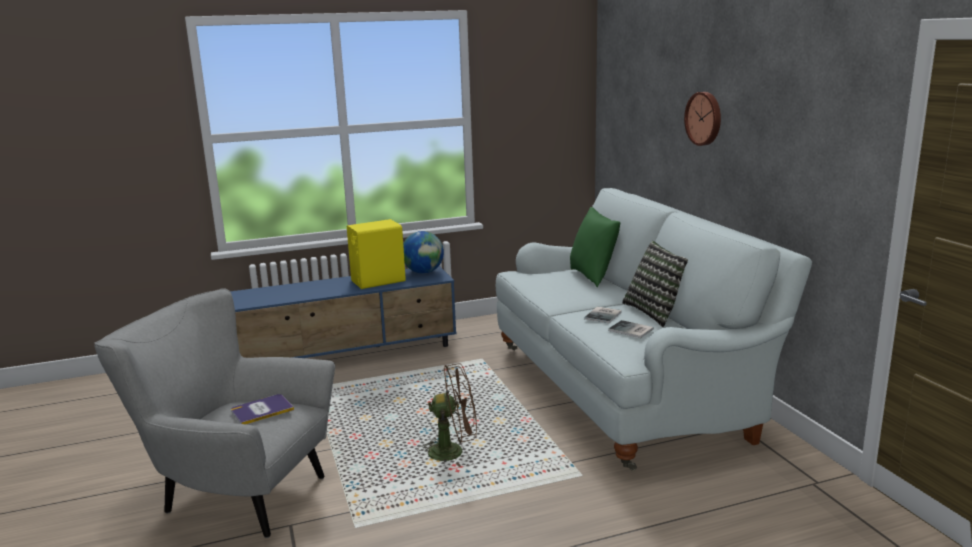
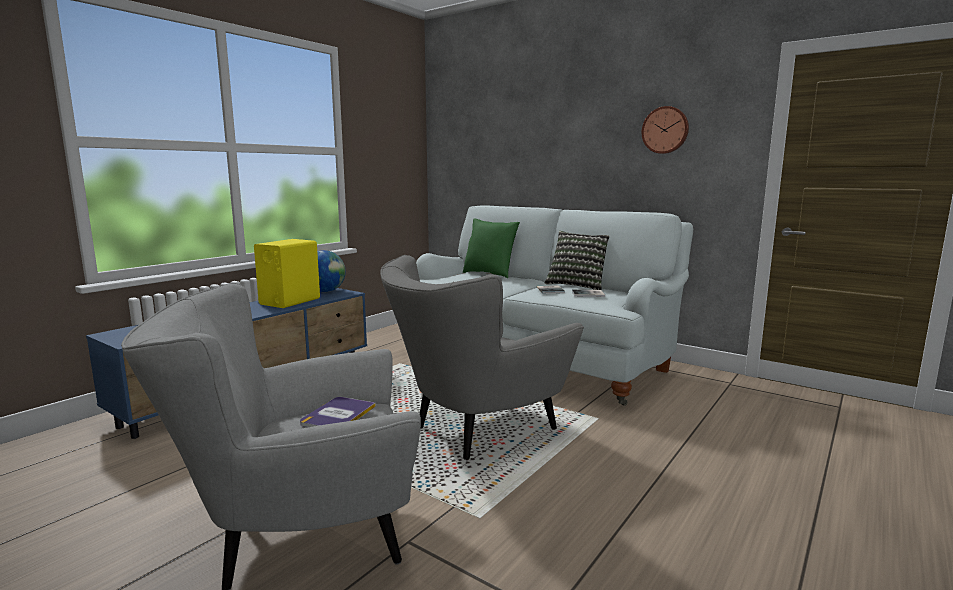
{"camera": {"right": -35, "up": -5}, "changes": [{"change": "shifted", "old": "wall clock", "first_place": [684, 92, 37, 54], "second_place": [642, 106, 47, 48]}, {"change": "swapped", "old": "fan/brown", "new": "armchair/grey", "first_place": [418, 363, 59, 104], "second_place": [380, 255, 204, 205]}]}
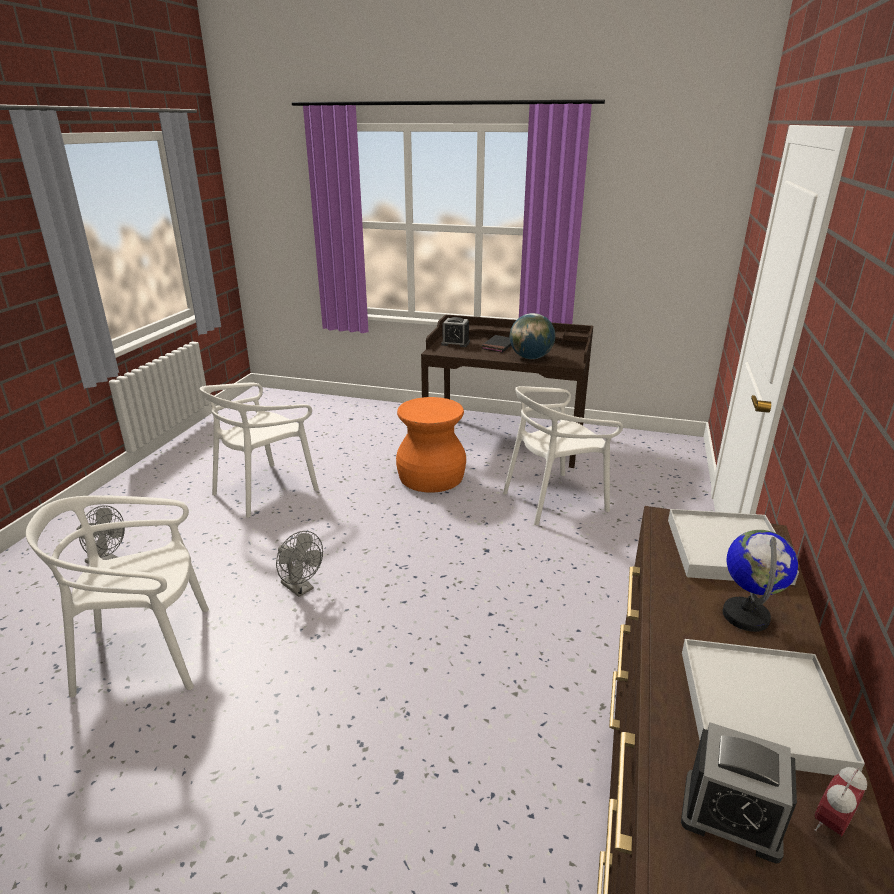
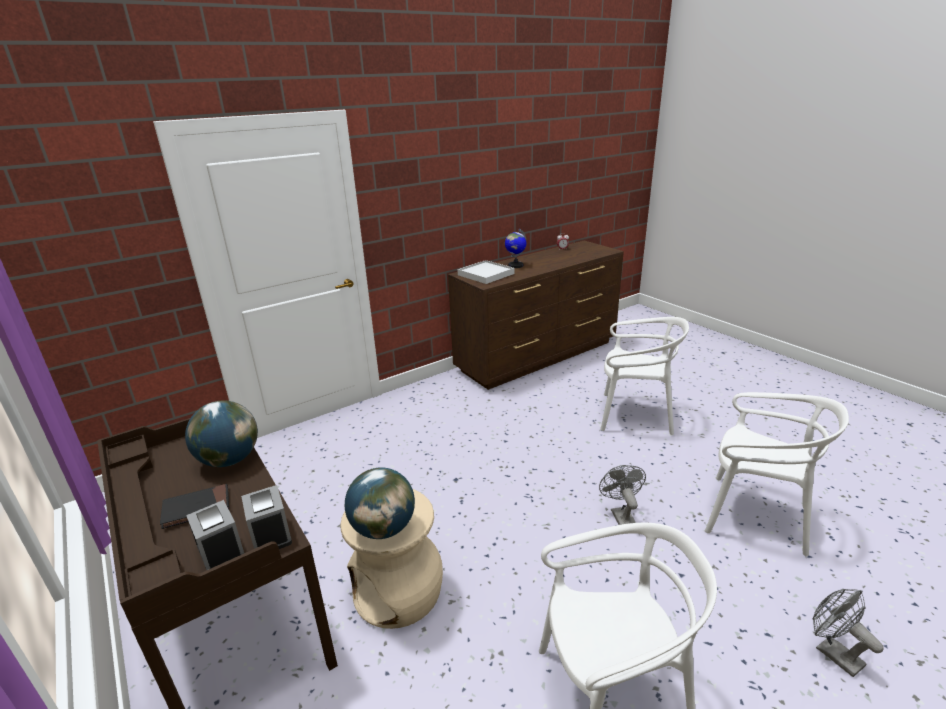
{"camera": {"right": -140, "up": 0}, "changes": [{"change": "shifted", "old": "chair/white", "first_place": [503, 386, 120, 139], "second_place": [600, 317, 89, 118]}, {"change": "repainted", "old": "stool/orange", "new": "stool/beige", "first_place": [396, 397, 70, 96], "second_place": [341, 489, 102, 140]}, {"change": "gone", "old": "tray/white", "first_place": [682, 639, 183, 137]}, {"change": "shifted", "old": "alarm clock", "first_place": [681, 722, 116, 142], "second_place": [241, 485, 51, 64]}, {"change": "new", "new": "globe", "second_place": [345, 467, 70, 72]}]}
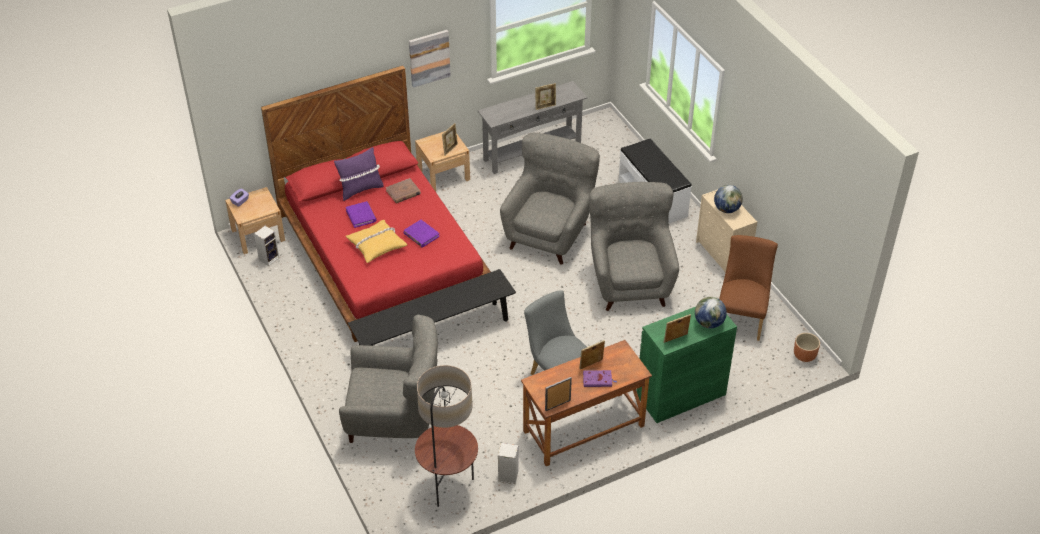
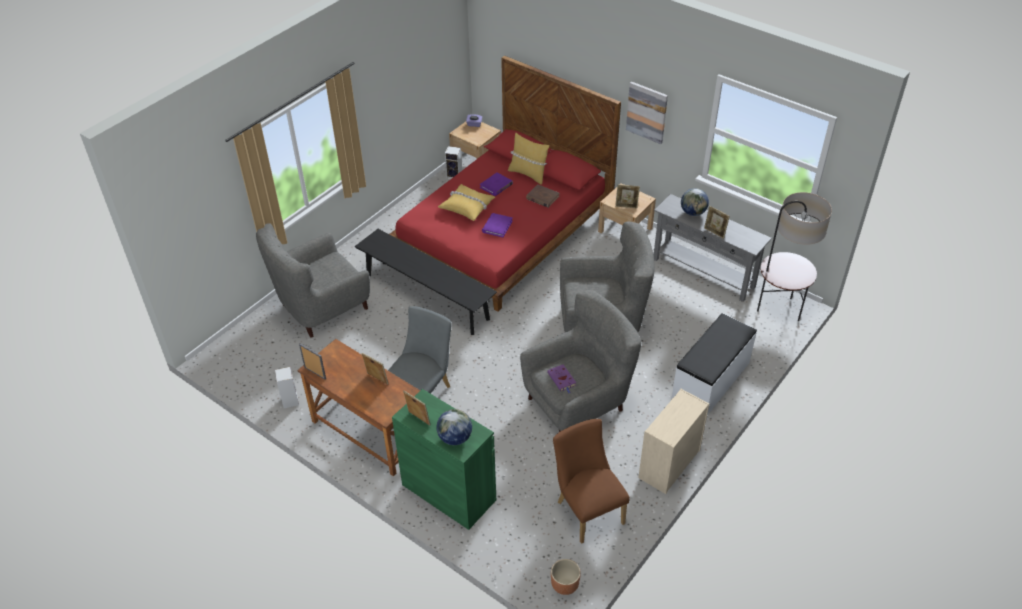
{"camera": {"right": 65, "up": 0}, "changes": [{"change": "repainted", "old": "pillow/purple", "new": "pillow/yellow", "first_place": [334, 147, 49, 54], "second_place": [508, 133, 41, 52]}, {"change": "shifted", "old": "globe", "first_place": [714, 185, 29, 28], "second_place": [681, 188, 28, 28]}, {"change": "rotated", "old": "chair/brown", "first_place": [719, 235, 59, 106], "second_place": [553, 419, 77, 125], "degrees": -105}, {"change": "rotated", "old": "armchair/grey", "first_place": [339, 315, 99, 128], "second_place": [256, 223, 114, 115], "degrees": 75}, {"change": "shifted", "old": "floor lamp", "first_place": [415, 365, 63, 142], "second_place": [757, 192, 75, 129]}, {"change": "shifted", "old": "book/purple", "first_place": [583, 370, 34, 17], "second_place": [547, 365, 29, 28]}]}
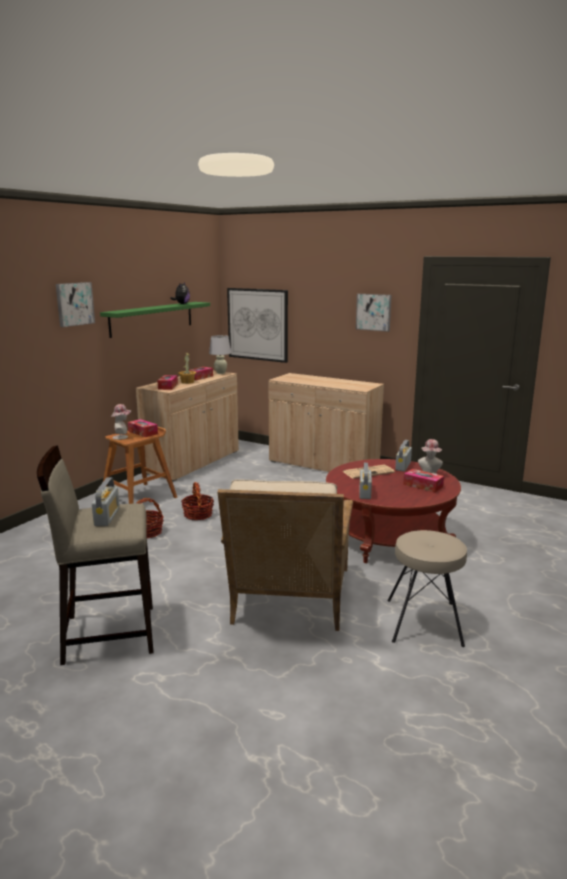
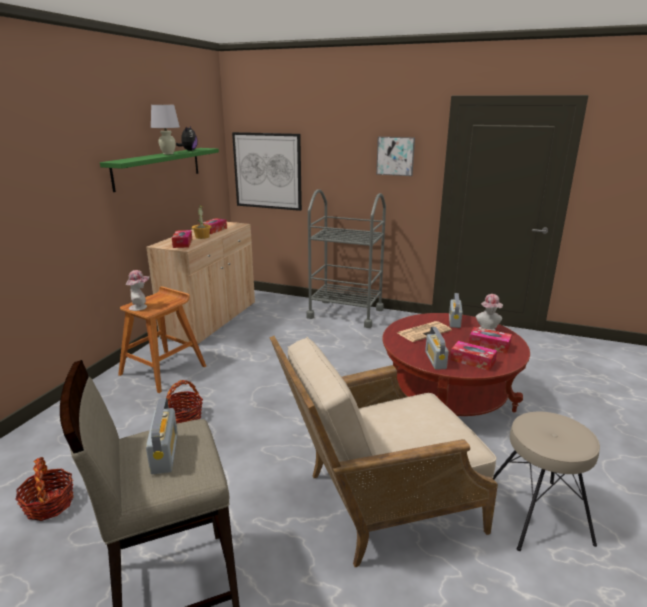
{"camera": {"right": -10, "up": 5}, "changes": [{"change": "gone", "old": "picture", "first_place": [56, 282, 39, 45]}, {"change": "shifted", "old": "table lamp/white", "first_place": [209, 335, 22, 39], "second_place": [151, 105, 29, 49]}, {"change": "swapped", "old": "cabinet/beige", "new": "cart/grey", "first_place": [268, 373, 116, 99], "second_place": [306, 189, 80, 139]}, {"change": "shifted", "old": "tissue box", "first_place": [128, 419, 30, 18], "second_place": [450, 341, 47, 30]}, {"change": "rotated", "old": "armchair/beige", "first_place": [217, 479, 136, 152], "second_place": [270, 336, 228, 231], "degrees": 75}, {"change": "shifted", "old": "basket", "first_place": [181, 482, 33, 38], "second_place": [15, 457, 59, 64]}]}
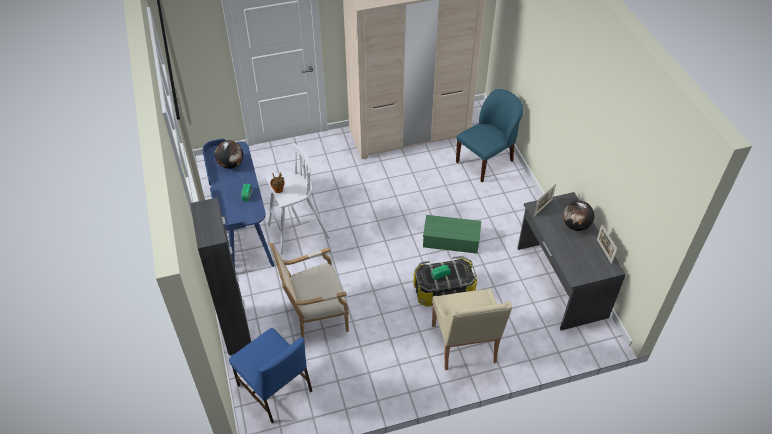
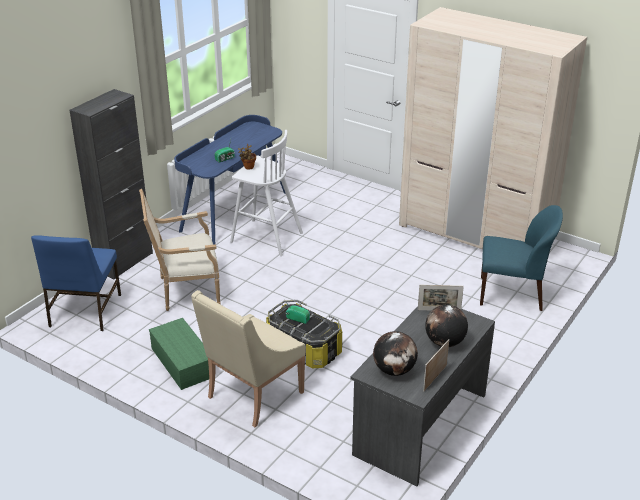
{"camera": {"right": 50, "up": -15}, "changes": [{"change": "shifted", "old": "globe", "first_place": [215, 140, 28, 29], "second_place": [373, 331, 45, 45]}, {"change": "shifted", "old": "storage box/green", "first_place": [423, 215, 58, 39], "second_place": [149, 318, 60, 72]}, {"change": "rotated", "old": "armchair", "first_place": [270, 243, 79, 96], "second_place": [139, 189, 82, 122], "degrees": -45}]}
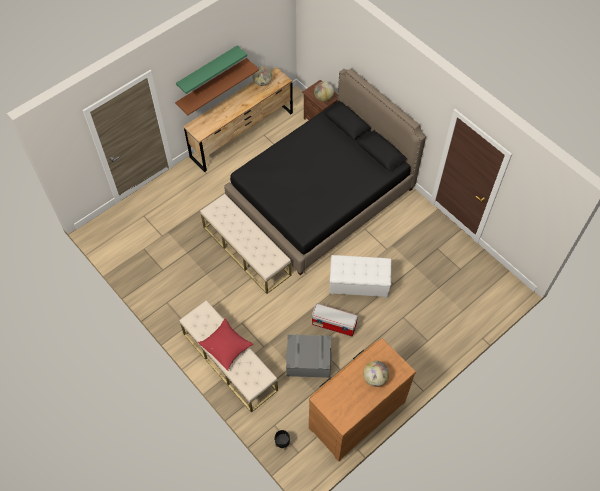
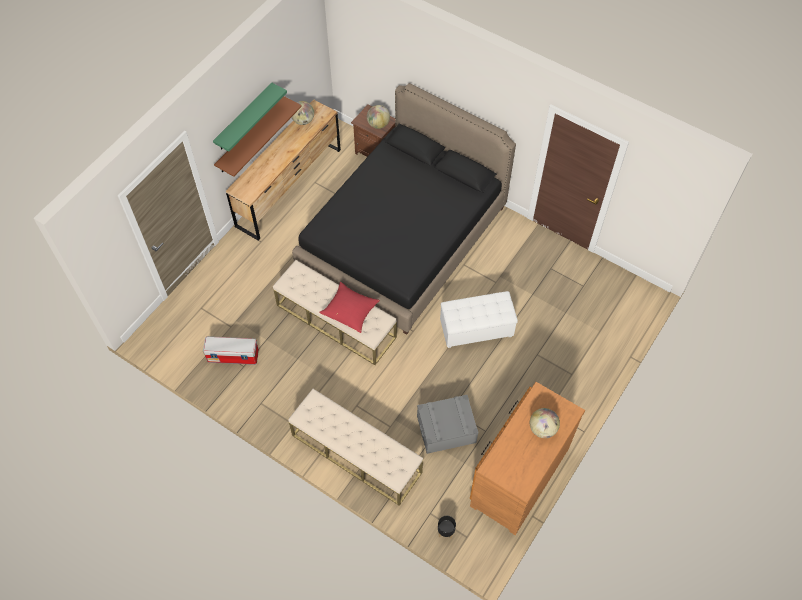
{"camera": {"right": -15, "up": 0}, "changes": [{"change": "shifted", "old": "storage box", "first_place": [312, 303, 46, 33], "second_place": [203, 336, 56, 29]}, {"change": "shifted", "old": "pillow/red", "first_place": [198, 318, 56, 53], "second_place": [319, 282, 61, 51]}]}
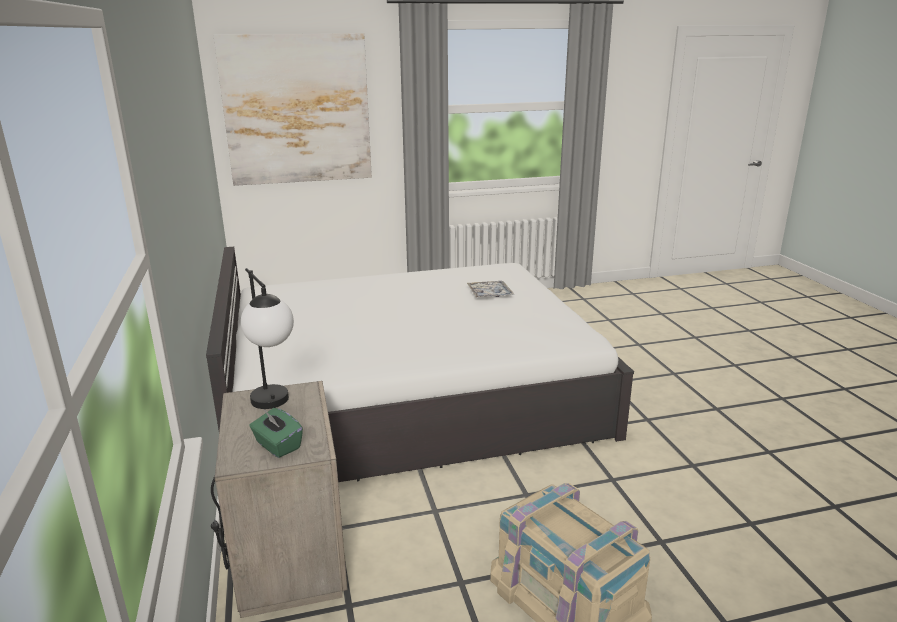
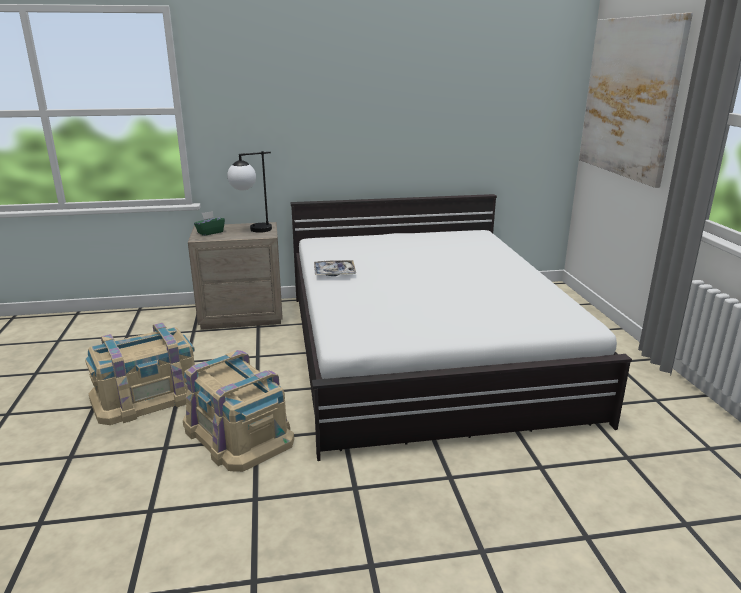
{"camera": {"right": 95, "up": 0}, "changes": [{"change": "shifted", "old": "tray", "first_place": [467, 281, 48, 17], "second_place": [314, 260, 42, 16]}, {"change": "new", "new": "storage box/beige", "second_place": [183, 350, 111, 122]}]}
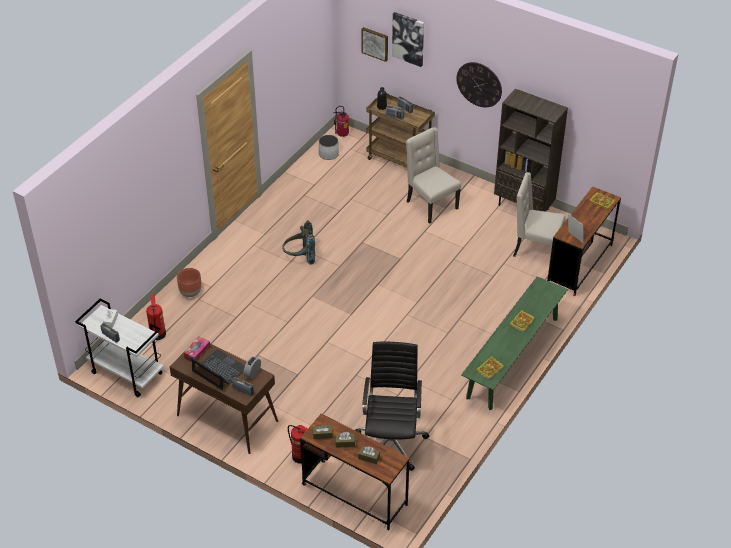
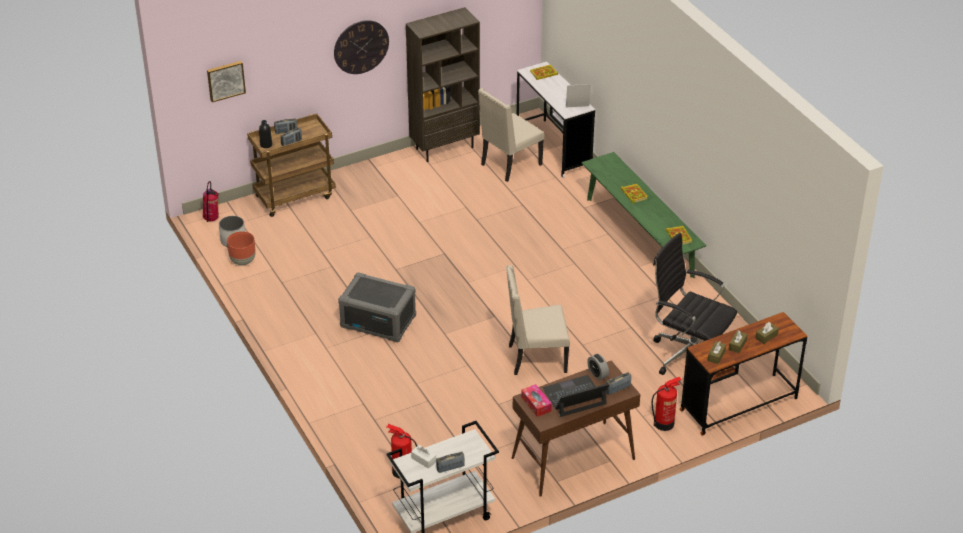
{"camera": {"right": -60, "up": -5}, "changes": [{"change": "gone", "old": "picture", "first_place": [392, 12, 32, 55]}, {"change": "shifted", "old": "chair/beige", "first_place": [406, 127, 55, 97], "second_place": [506, 265, 64, 110]}, {"change": "repainted", "old": "desk/brown", "new": "desk/white", "first_place": [547, 186, 74, 111], "second_place": [517, 62, 78, 116]}, {"change": "swapped", "old": "backpack/grey", "new": "storage box/grey", "first_place": [282, 220, 33, 45], "second_place": [338, 272, 78, 70]}, {"change": "shifted", "old": "planter/brown", "first_place": [177, 268, 25, 29], "second_place": [227, 231, 29, 34]}]}
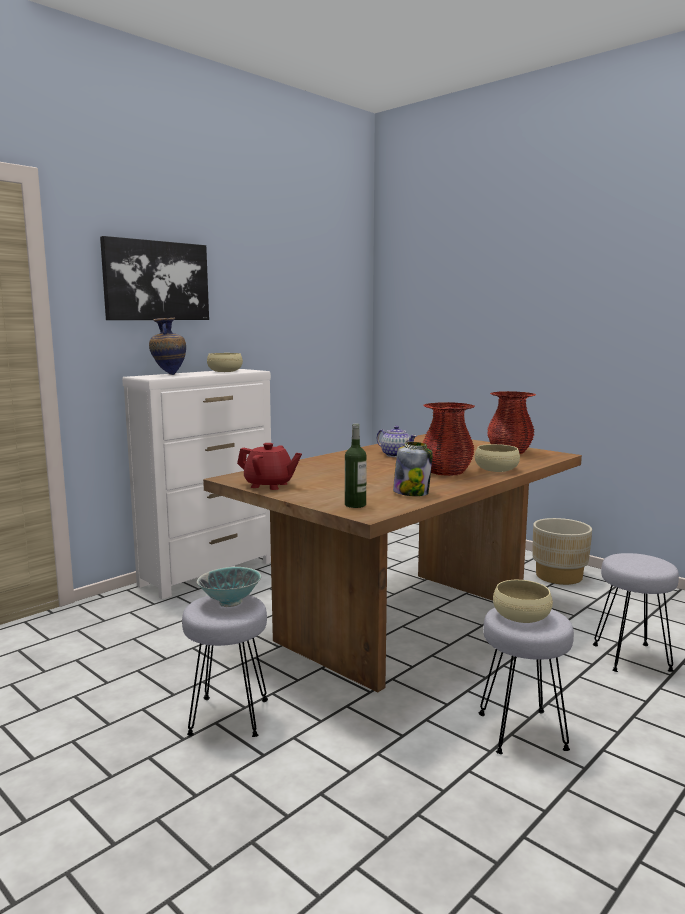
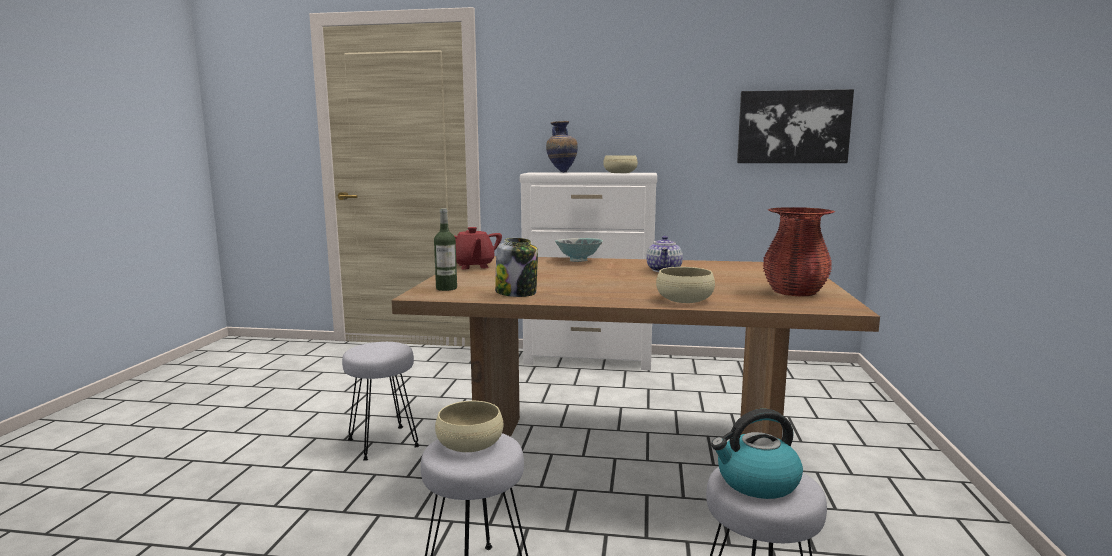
{"camera": {"right": 55, "up": 0}, "changes": [{"change": "shifted", "old": "picture", "first_place": [100, 236, 109, 84], "second_place": [737, 89, 117, 74]}, {"change": "gone", "old": "vase/red", "first_place": [422, 402, 53, 74]}, {"change": "gone", "old": "planter/beige", "first_place": [533, 518, 59, 67]}, {"change": "shifted", "old": "bowl", "first_place": [197, 567, 64, 40], "second_place": [555, 238, 48, 24]}, {"change": "new", "new": "kettle", "second_place": [711, 409, 92, 90]}]}
